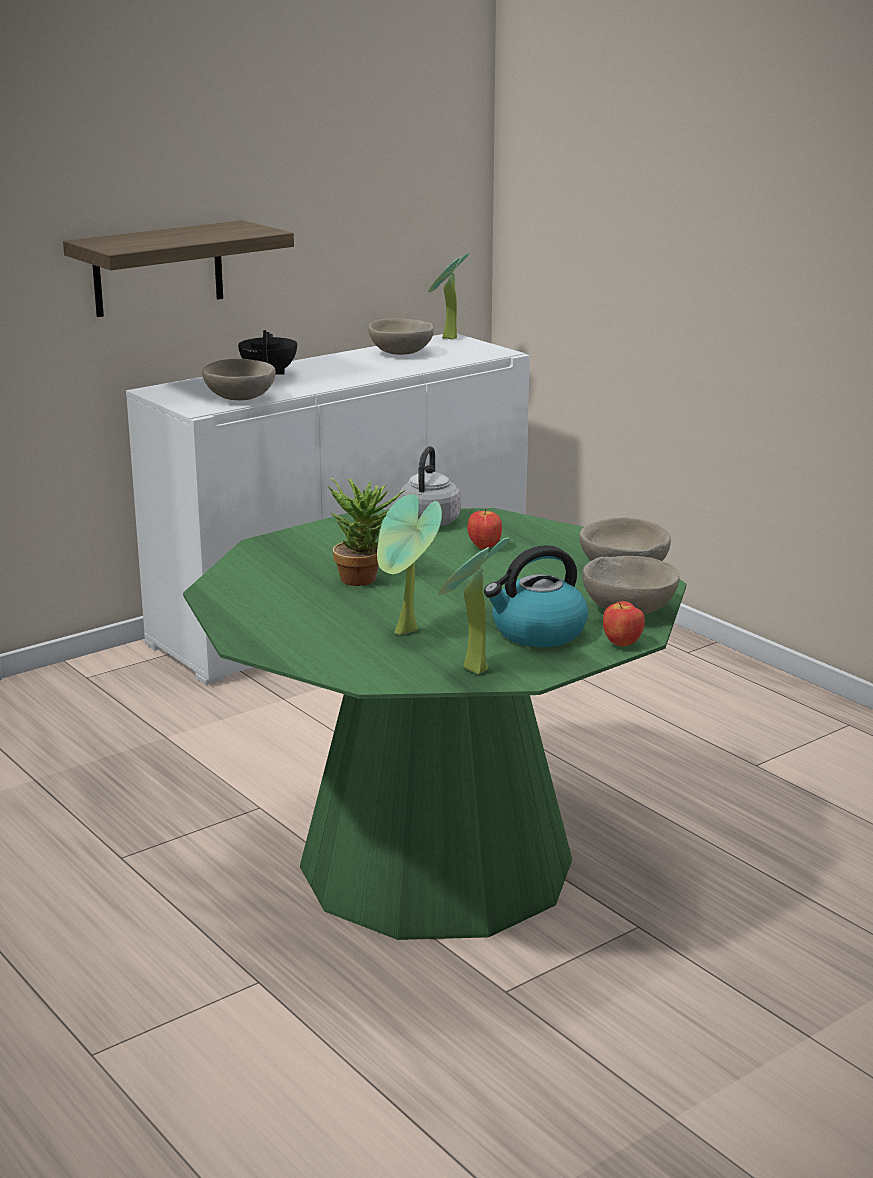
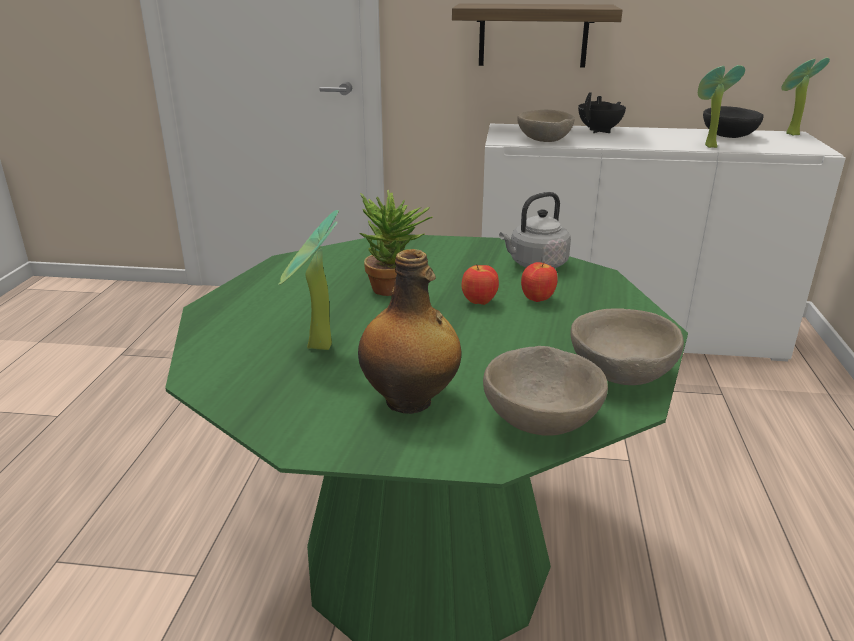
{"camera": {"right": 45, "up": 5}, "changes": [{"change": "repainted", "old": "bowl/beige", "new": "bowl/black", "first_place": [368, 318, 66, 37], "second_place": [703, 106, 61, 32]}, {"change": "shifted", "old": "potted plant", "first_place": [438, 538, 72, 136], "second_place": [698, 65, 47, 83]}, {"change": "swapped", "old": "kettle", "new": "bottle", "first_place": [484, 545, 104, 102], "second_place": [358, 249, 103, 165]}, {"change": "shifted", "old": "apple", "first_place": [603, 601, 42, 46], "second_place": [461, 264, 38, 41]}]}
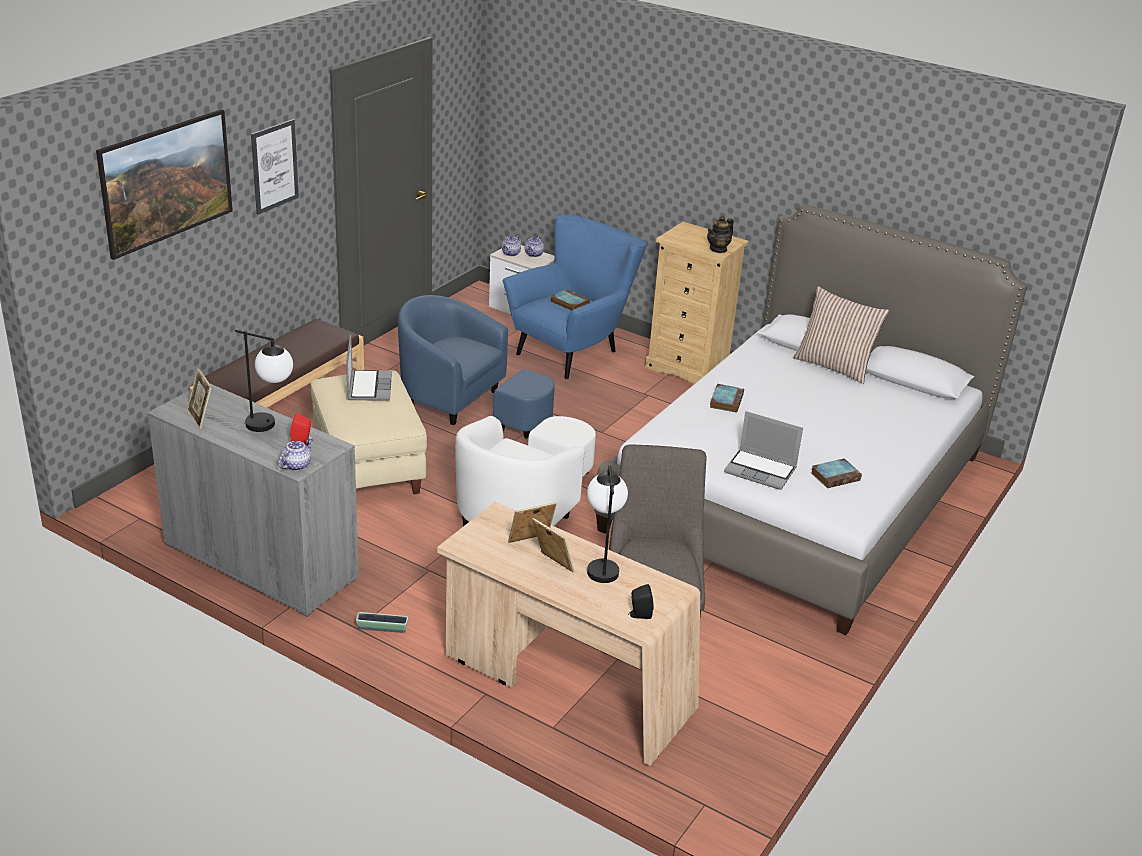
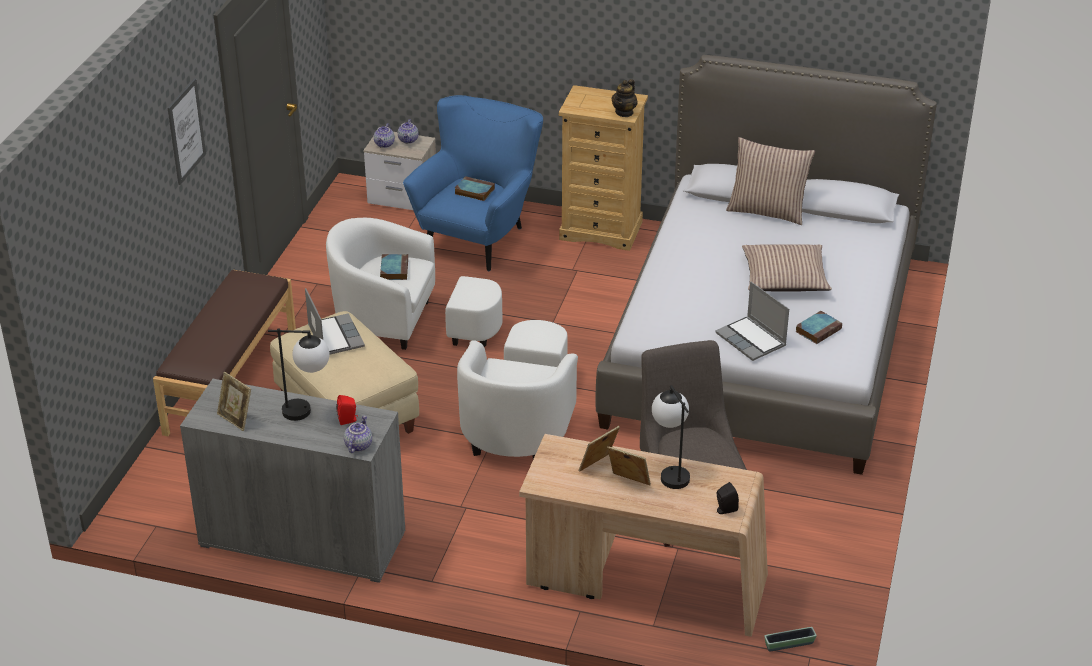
{"camera": {"right": -15, "up": 5}, "changes": [{"change": "gone", "old": "picture", "first_place": [96, 109, 137, 151]}, {"change": "repainted", "old": "armchair/blue", "new": "armchair/white", "first_place": [398, 295, 157, 144], "second_place": [326, 218, 177, 132]}, {"change": "shifted", "old": "book", "first_place": [710, 384, 34, 29], "second_place": [380, 254, 28, 26]}, {"change": "rotated", "old": "laptop", "first_place": [724, 411, 79, 79], "second_place": [715, 282, 74, 79], "degrees": 45}, {"change": "shifted", "old": "planter", "first_place": [356, 612, 52, 21], "second_place": [764, 627, 53, 25]}, {"change": "new", "new": "pillow", "second_place": [742, 244, 90, 48]}]}
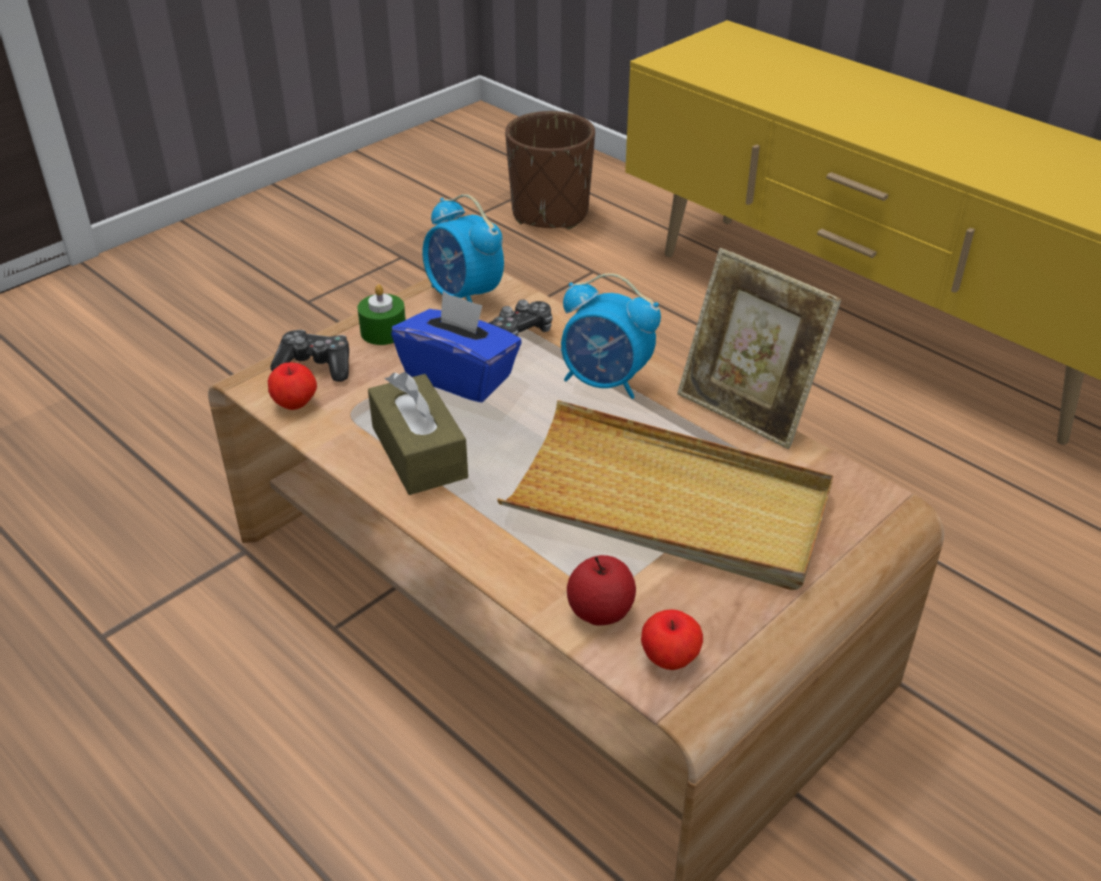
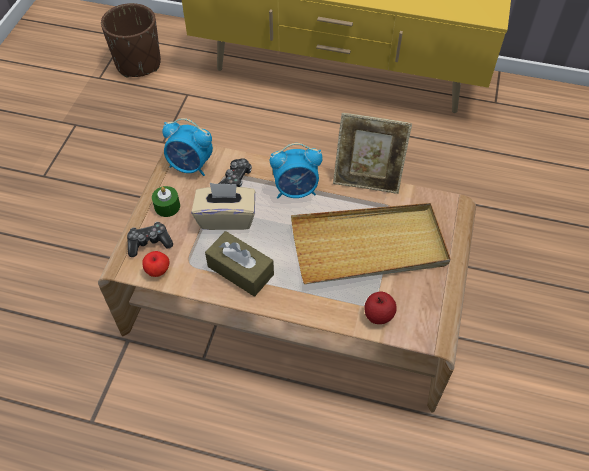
{"camera": {"right": -30, "up": 15}, "changes": [{"change": "repainted", "old": "tissue box/blue", "new": "tissue box/beige", "first_place": [391, 291, 131, 111], "second_place": [192, 183, 63, 47]}, {"change": "gone", "old": "apple", "first_place": [641, 609, 62, 61]}]}
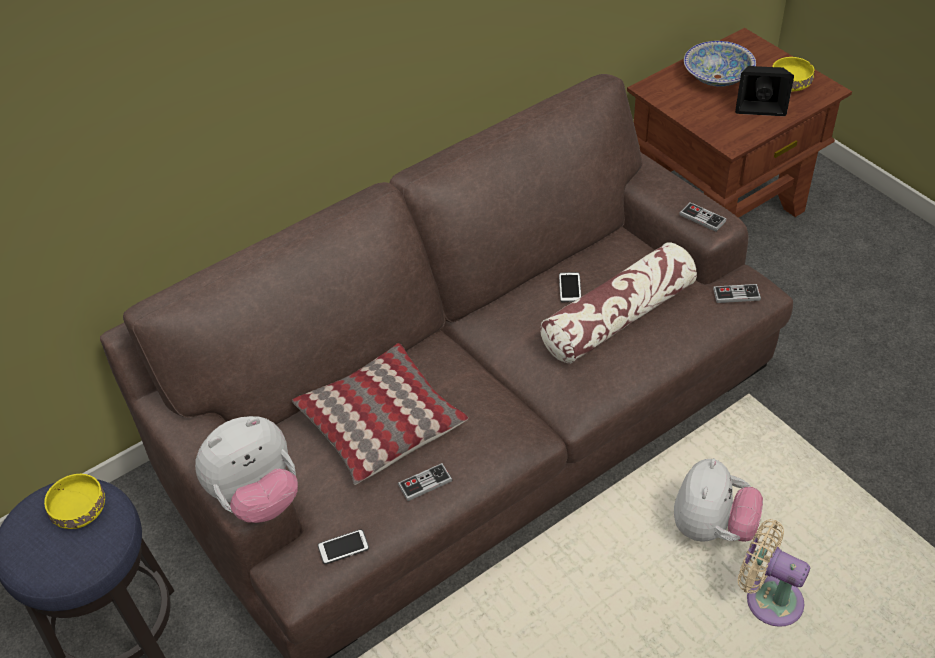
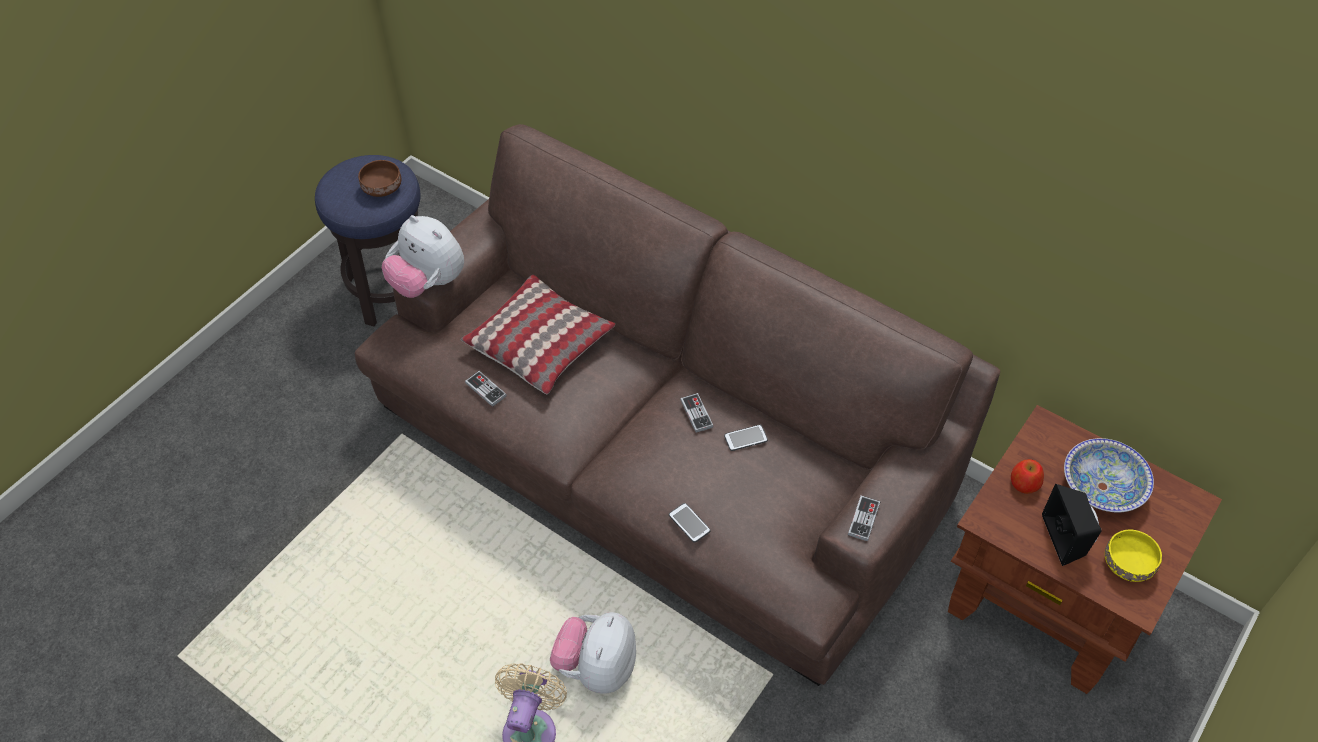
{"camera": {"right": 70, "up": 5}, "changes": [{"change": "gone", "old": "pillow", "first_place": [541, 243, 156, 121]}, {"change": "shifted", "old": "game controller", "first_place": [713, 284, 48, 19], "second_place": [680, 393, 34, 40]}, {"change": "rotated", "old": "plush toy", "first_place": [674, 458, 89, 84], "second_place": [550, 612, 86, 82], "degrees": 105}, {"change": "repainted", "old": "bowl/yellow", "new": "bowl/brown", "first_place": [44, 474, 61, 55], "second_place": [358, 160, 43, 37]}, {"change": "shifted", "old": "phone", "first_place": [318, 529, 51, 35], "second_place": [669, 503, 42, 40]}, {"change": "new", "new": "apple", "second_place": [1011, 459, 33, 35]}]}
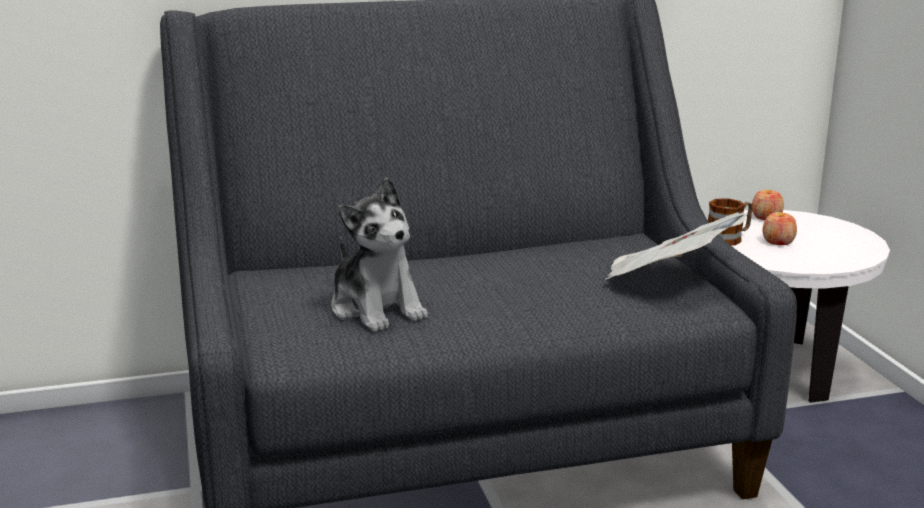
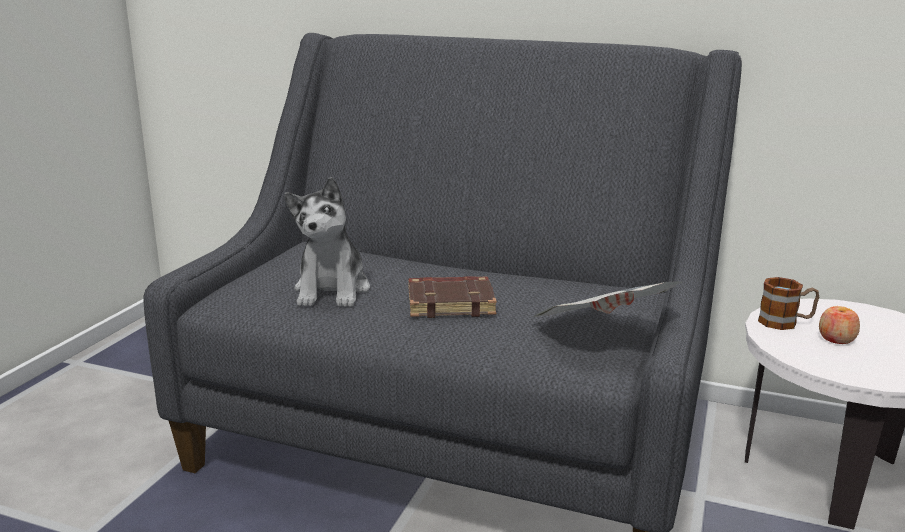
{"camera": {"right": 35, "up": 0}, "changes": [{"change": "gone", "old": "apple", "first_place": [752, 190, 32, 30]}, {"change": "new", "new": "book/brown", "second_place": [409, 276, 88, 42]}]}
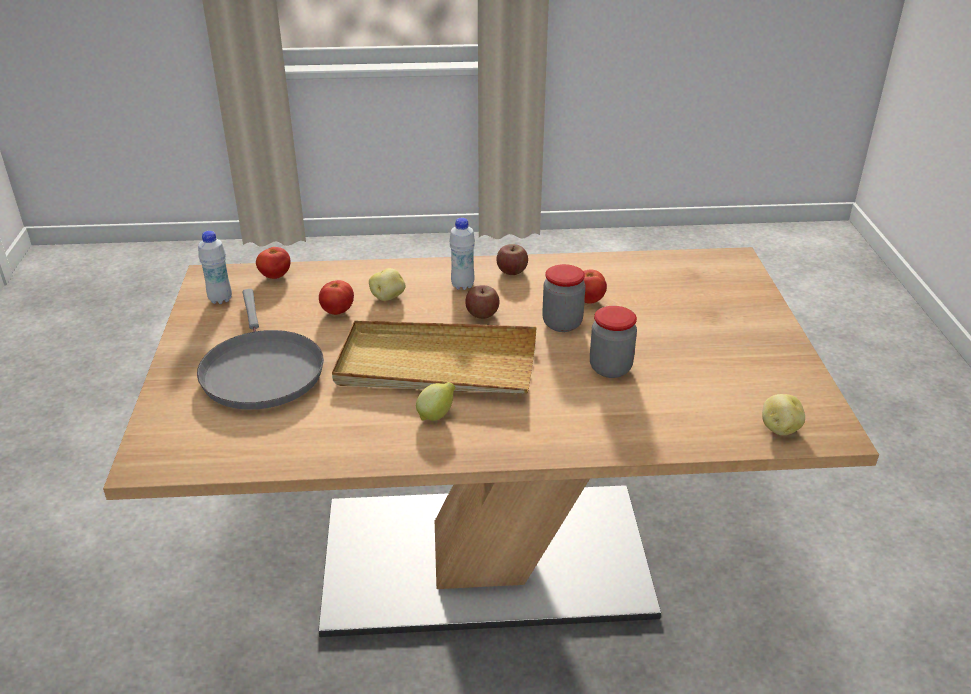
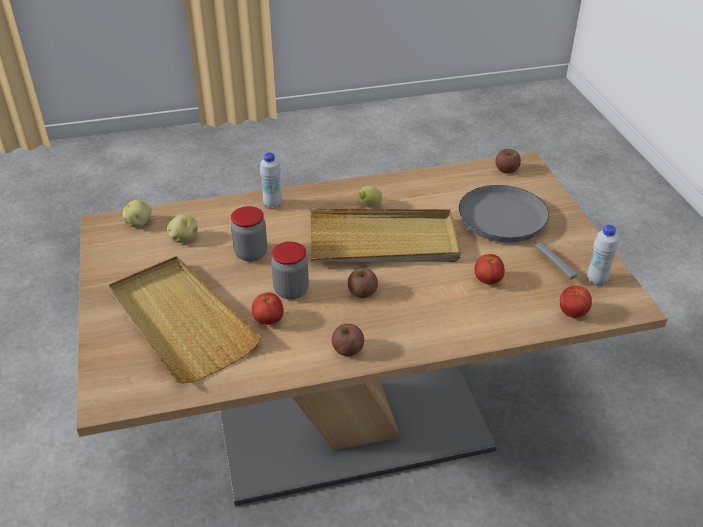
{"camera": {"right": 170, "up": 5}, "changes": [{"change": "shifted", "old": "bottle/white", "first_place": [449, 218, 26, 72], "second_place": [260, 152, 22, 57]}, {"change": "shifted", "old": "potato", "first_place": [369, 268, 37, 33], "second_place": [167, 215, 31, 28]}, {"change": "new", "new": "apple", "second_place": [495, 149, 26, 25]}, {"change": "new", "new": "tray/beige", "second_place": [109, 256, 152, 128]}]}
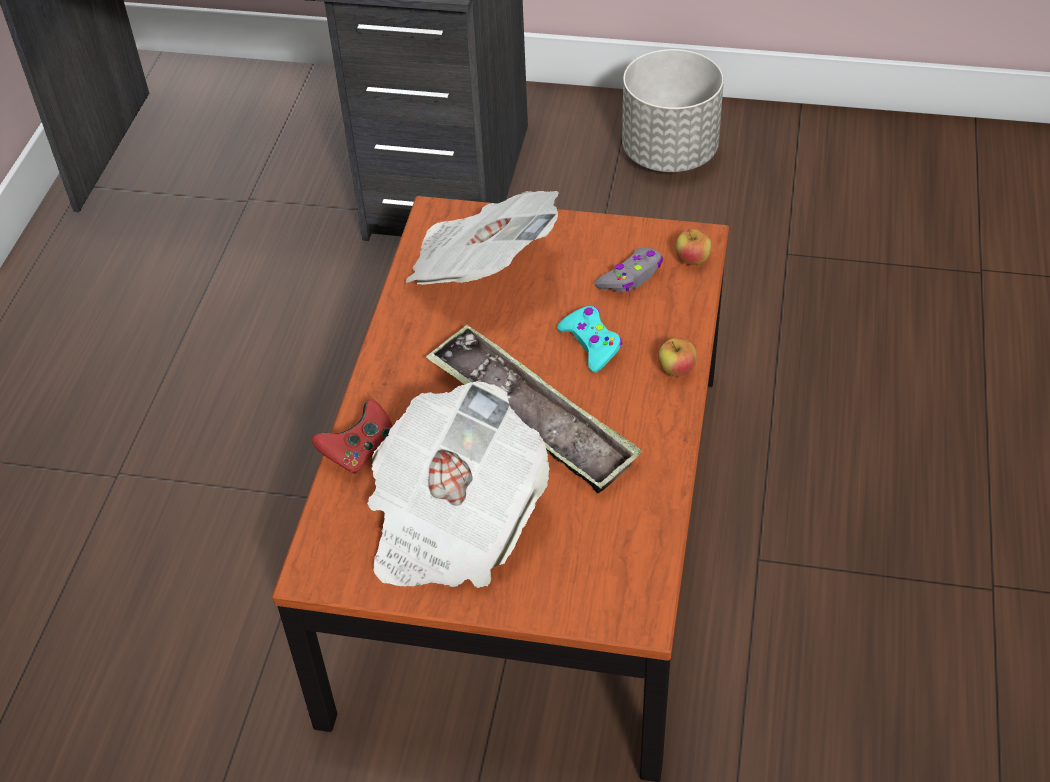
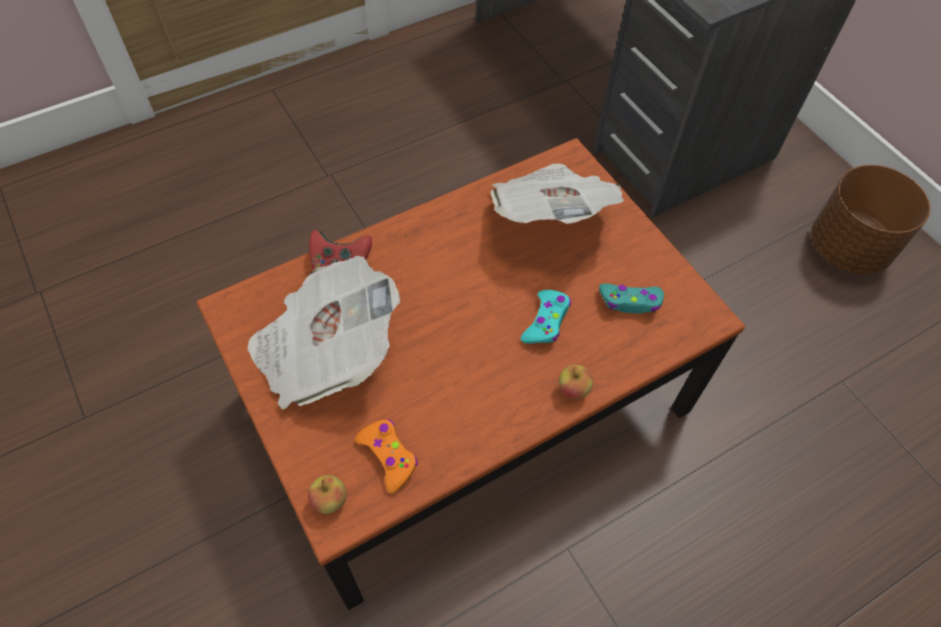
{"camera": {"right": 45, "up": 10}, "changes": [{"change": "repainted", "old": "planter/grey", "new": "planter/brown", "first_place": [622, 49, 102, 123], "second_place": [811, 165, 119, 110]}, {"change": "shifted", "old": "apple", "first_place": [676, 228, 35, 37], "second_place": [308, 475, 39, 39]}, {"change": "repainted", "old": "game controller/grey", "new": "game controller/turquoise", "first_place": [594, 247, 69, 45], "second_place": [599, 284, 65, 30]}, {"change": "gone", "old": "tray", "first_place": [426, 325, 216, 168]}, {"change": "new", "new": "game controller/orange", "second_place": [355, 419, 63, 74]}]}
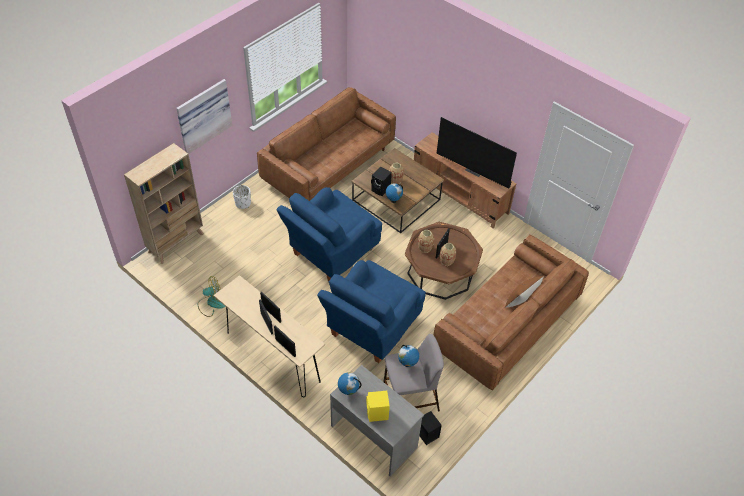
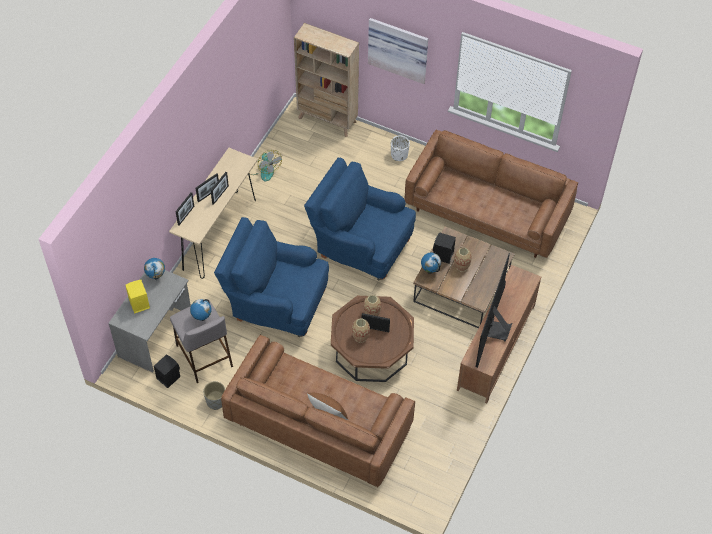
{"camera": {"right": 75, "up": 5}, "changes": [{"change": "new", "new": "planter/grey", "second_place": [203, 381, 22, 29]}]}
